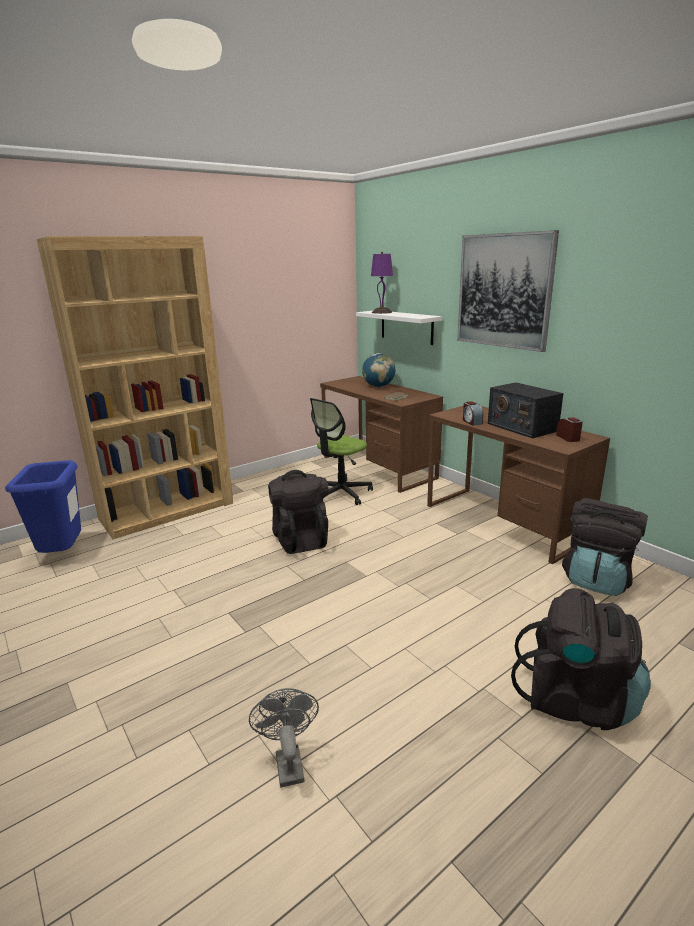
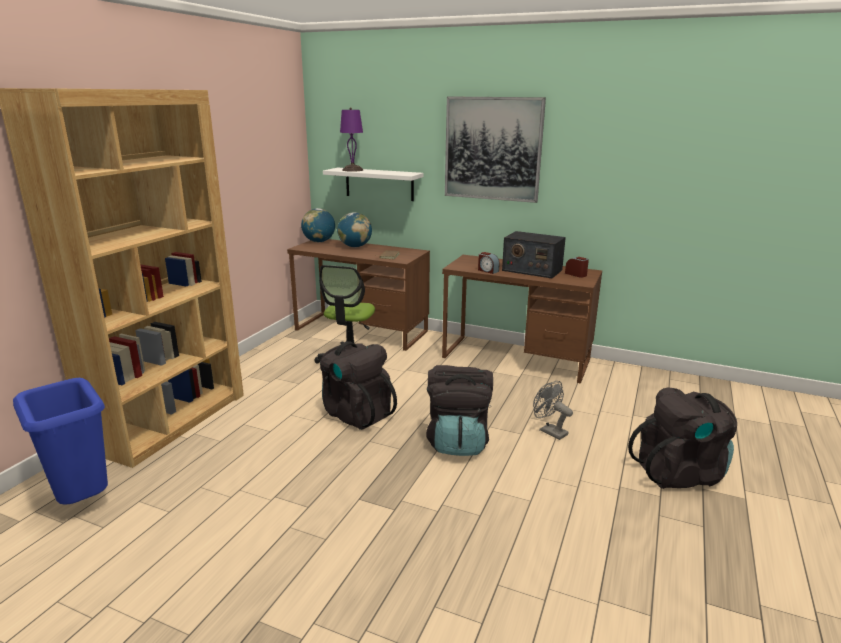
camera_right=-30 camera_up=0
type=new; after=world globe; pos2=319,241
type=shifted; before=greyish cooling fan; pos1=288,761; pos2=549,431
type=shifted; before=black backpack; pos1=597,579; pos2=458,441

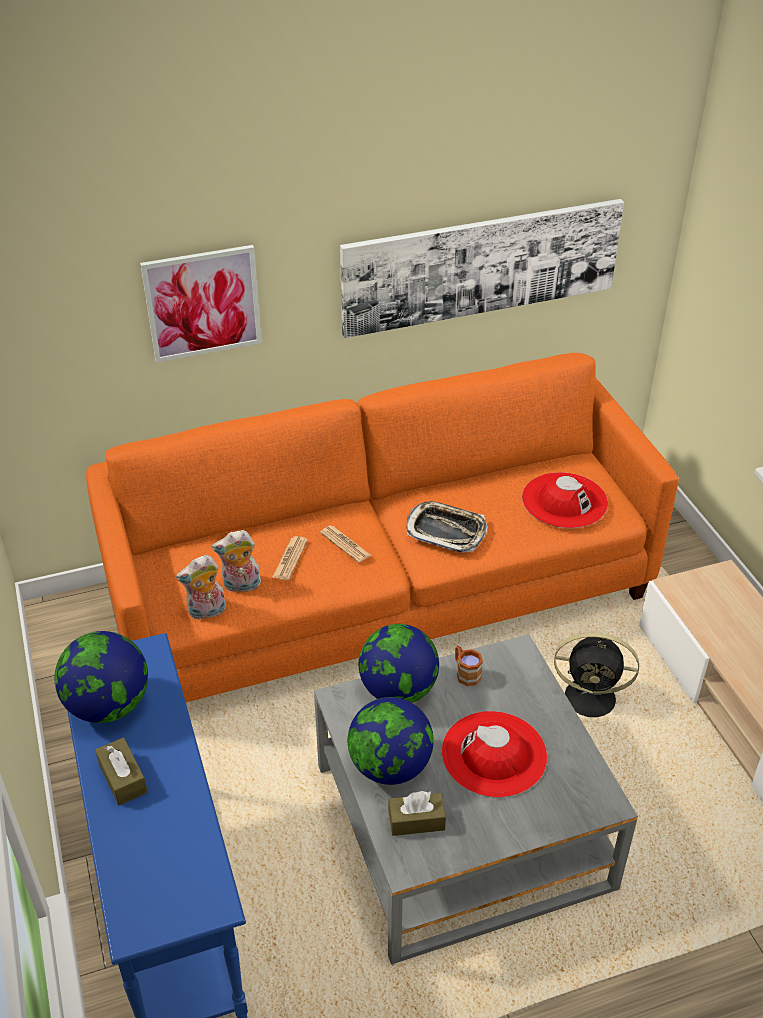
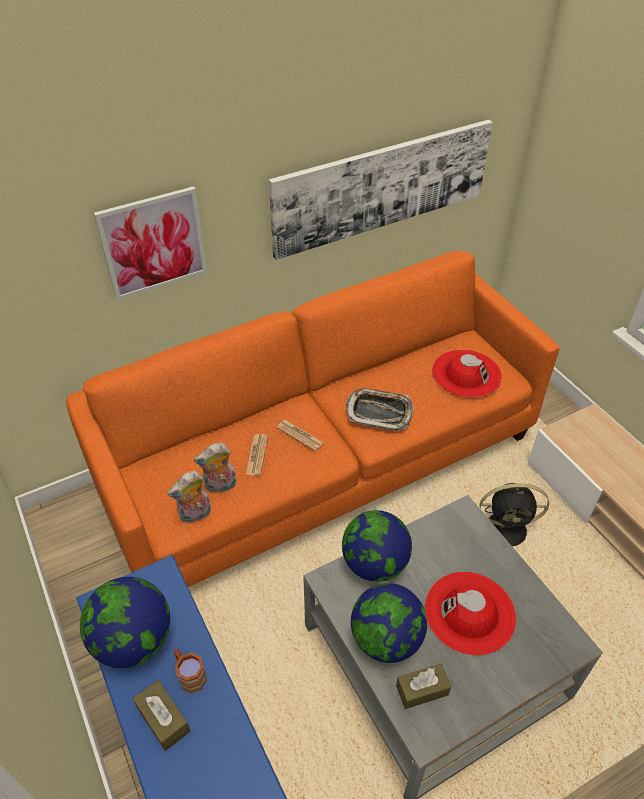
camera_right=-10 camera_up=5
type=shifted; before=brown-coloured mug; pos1=465,673; pos2=189,674

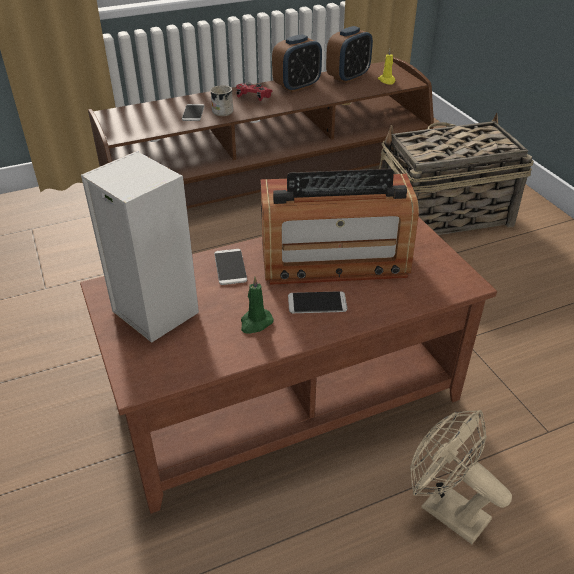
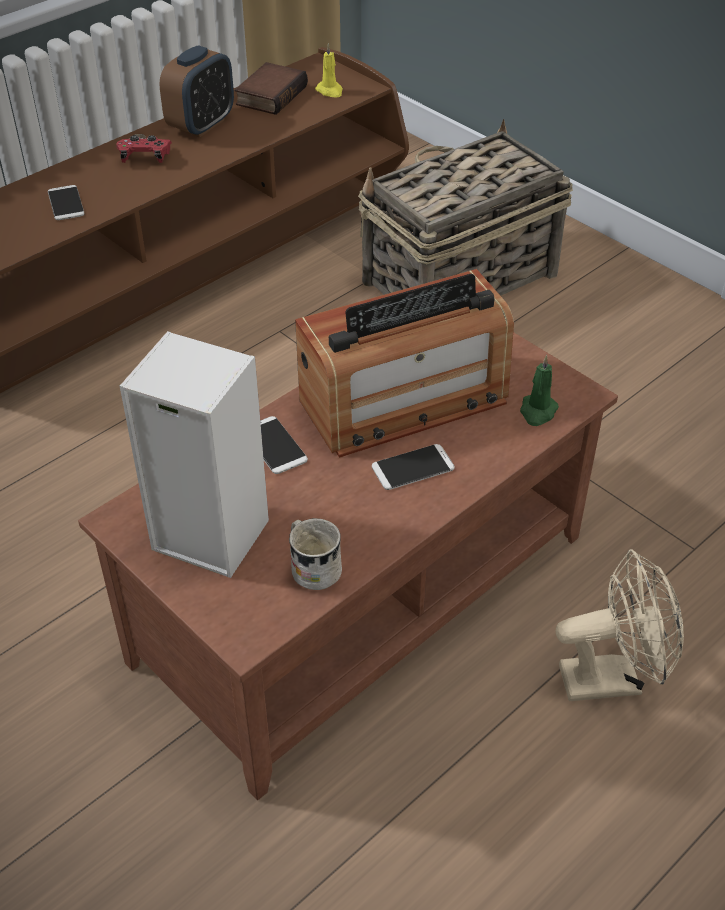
camera_right=-20 camera_up=5
type=shifted; before=white-coloured mug; pos1=222,110; pos2=312,567
type=shifted; before=greenish wax candle; pos1=255,323; pos2=538,411
type=swapped; before=table clock; after=book; pos1=348,77; pos2=270,94
type=rotated; before=sand-coloured cooling fan; pos1=445,509; pos2=612,678; turn=150

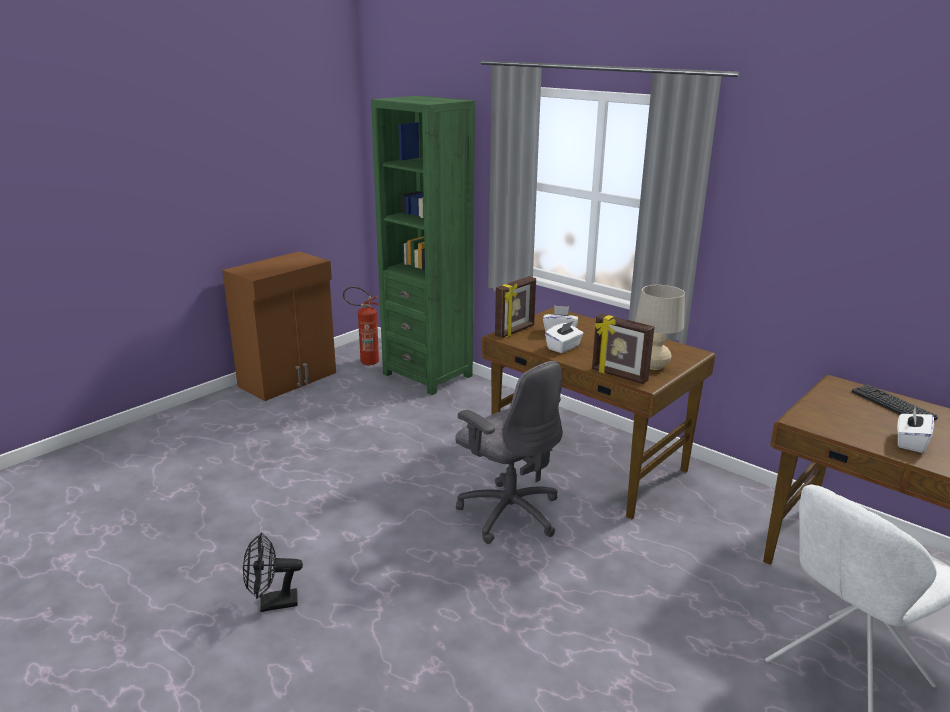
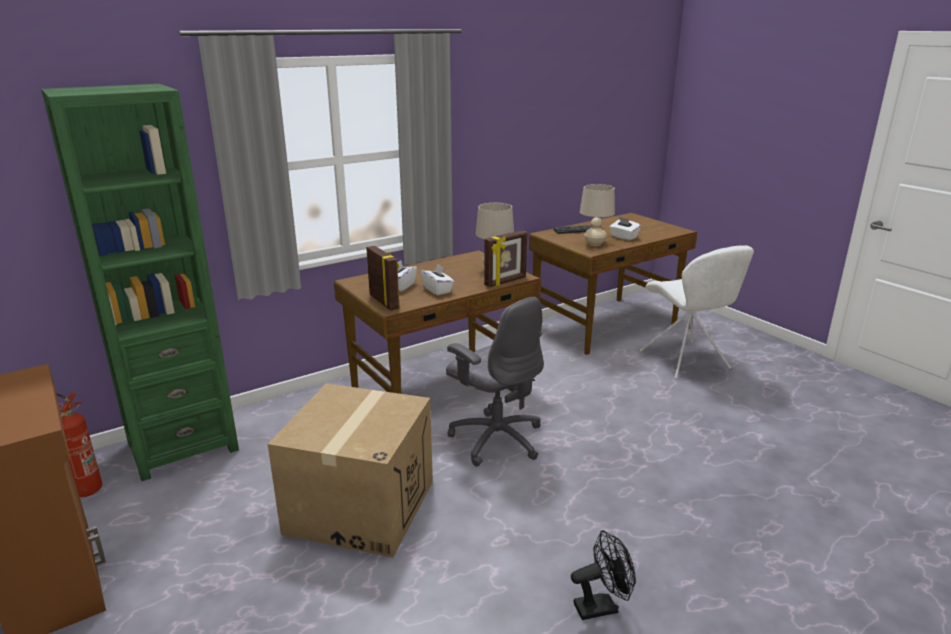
camera_right=-75 camera_up=0
type=new; after=cardboard box; pos2=360,506
type=new; after=sand-coloured tabletop lamp; pos2=594,244
type=rotated; before=black cooling fan; pos1=272,604; pos2=602,606; turn=-105
type=rotated; before=greyish desk chair; pos1=509,512; pos2=496,438; turn=75

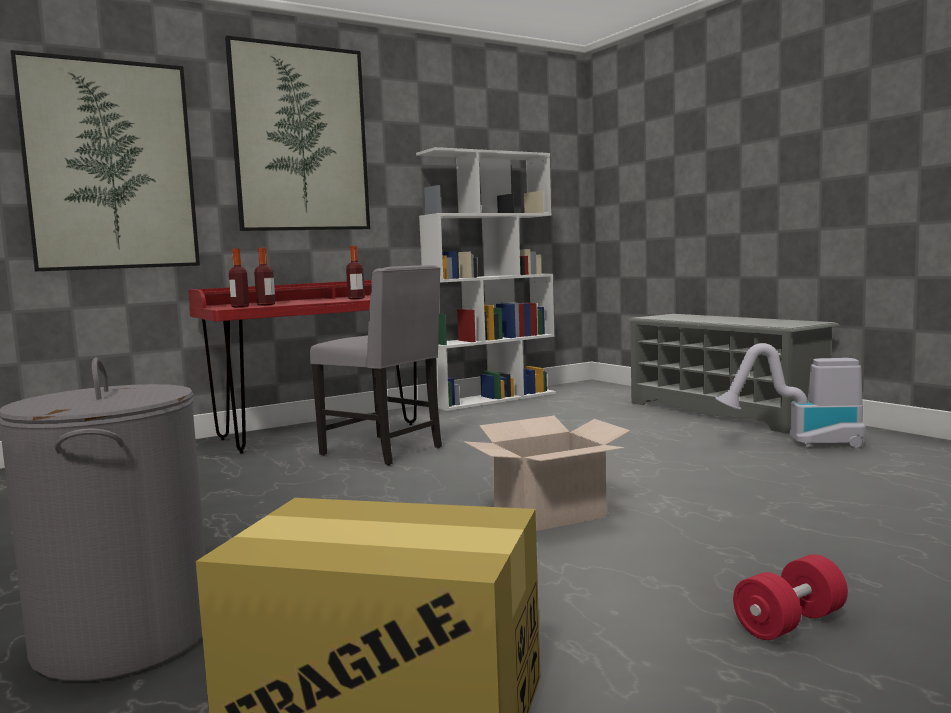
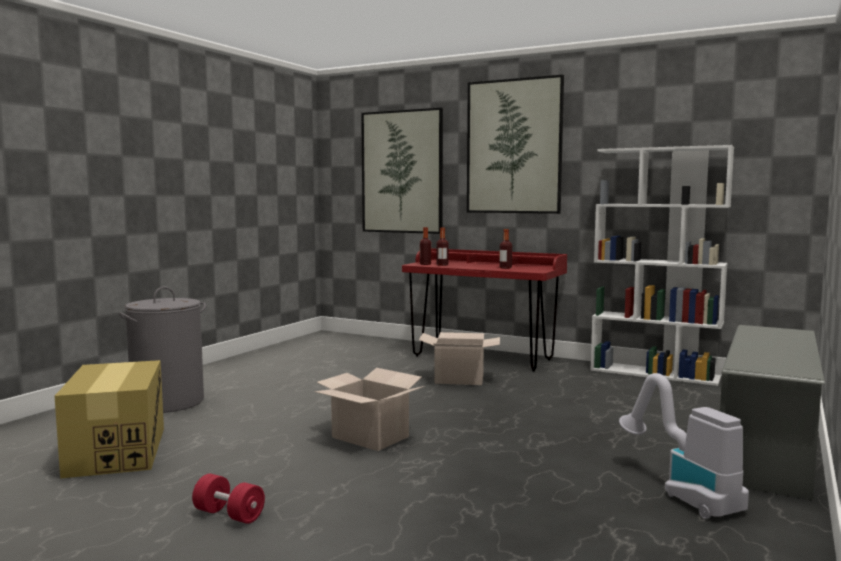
camera_right=60 camera_up=0
type=swapped; before=greyish chair; after=cardboard box; pos1=385,451; pos2=459,379

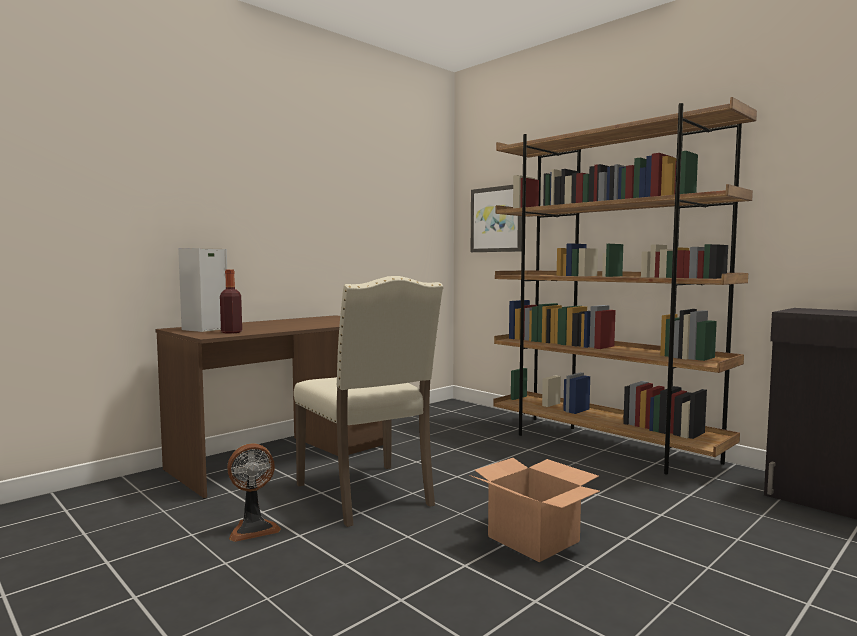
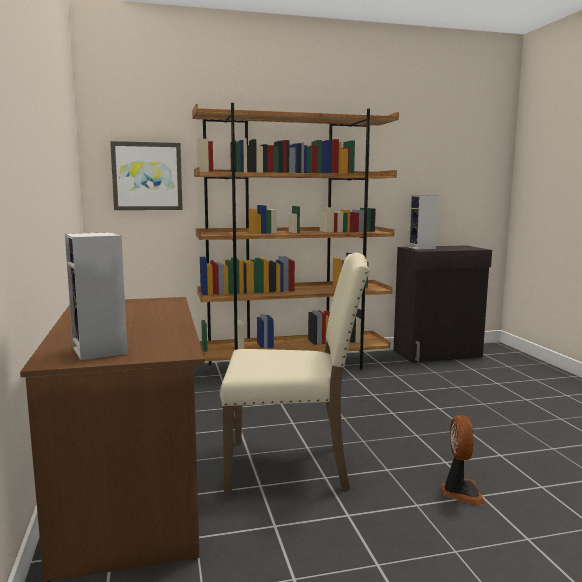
camera_right=-60 camera_up=5
type=gone; before=bottle; pos1=231,332
type=gone; before=cardboard box; pos1=532,539
type=new; after=speaker; pos2=422,248
type=shifted; before=cooling fan; pos1=253,529; pos2=460,492

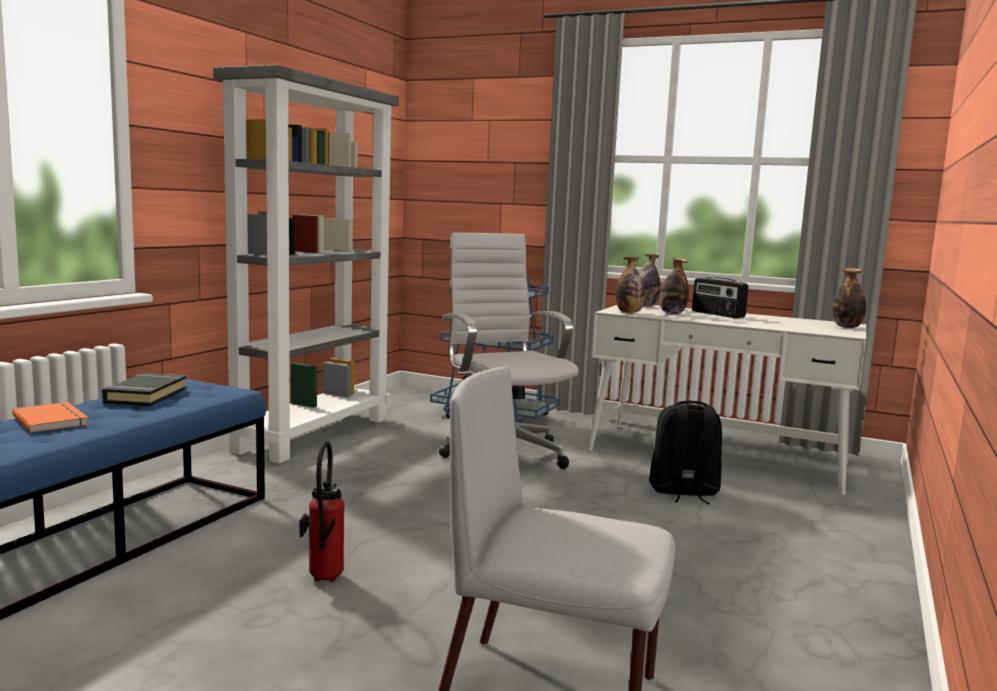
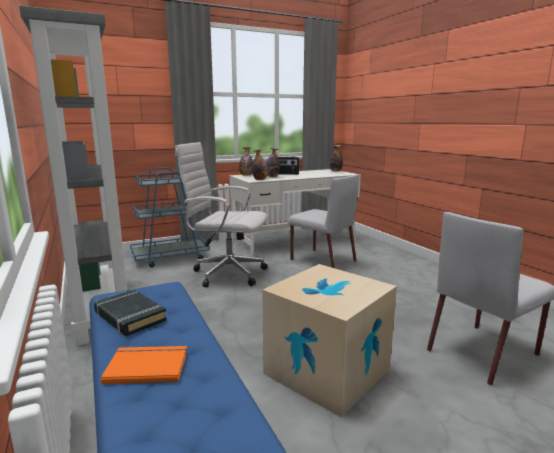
camera_right=-50 camera_up=5
type=swapped; before=extinguisher; after=cardboard box; pos1=322,580; pos2=327,371
type=swapped; before=black backpack; after=greyish chair; pos1=683,492; pos2=322,260

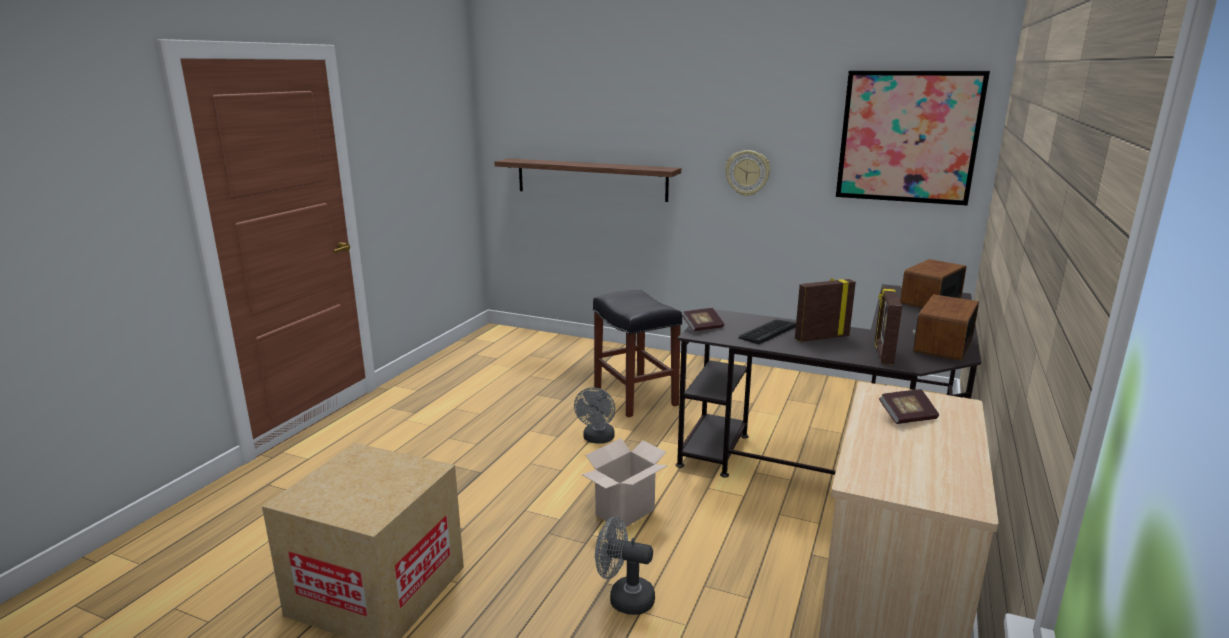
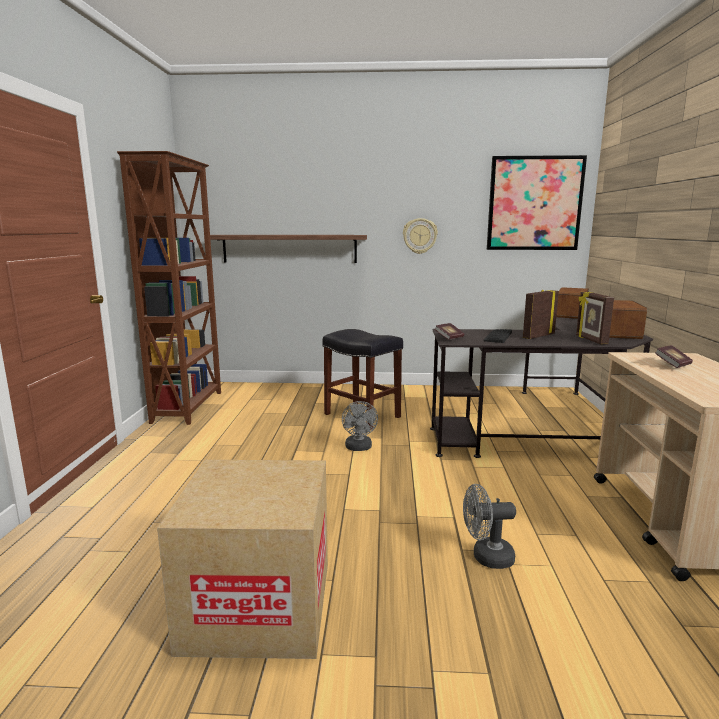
camera_right=-20 camera_up=-5
type=gone; before=cardboard box; pos1=625,514
type=new; after=brown-coloured bookshelf; pos2=189,407

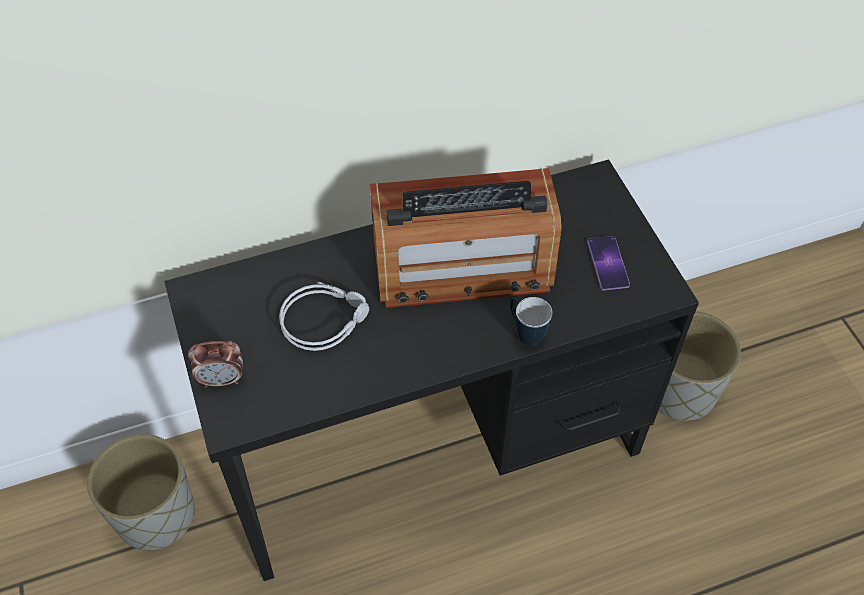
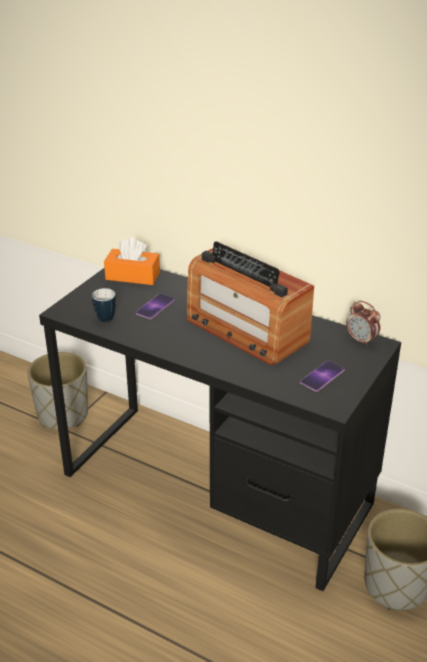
camera_right=50 camera_up=-20
type=new; after=orange-coloured box of tissues; pos2=132,276
type=shifted; before=table clock; pos1=222,379; pos2=361,340
type=shifted; before=mug; pos1=525,332; pos2=107,316
type=swapped; before=greyish headset; after=handset; pos1=324,319; pos2=155,306

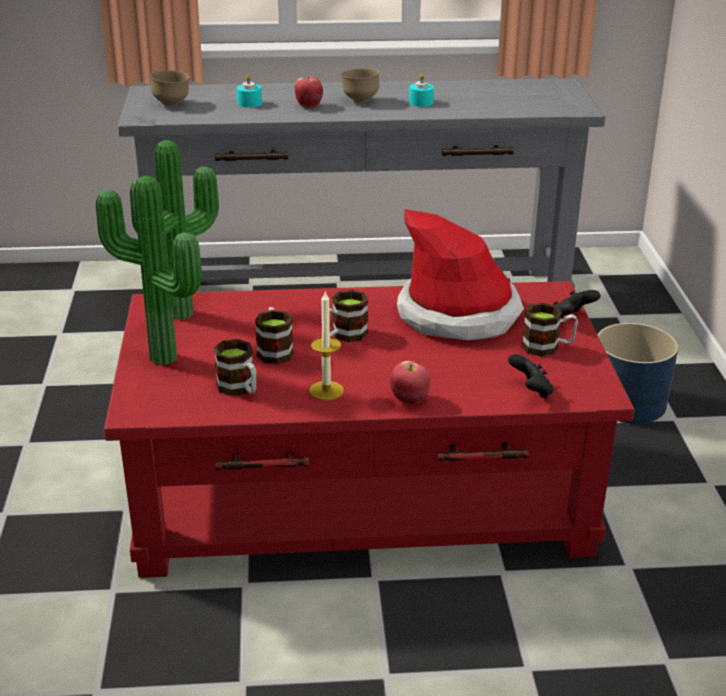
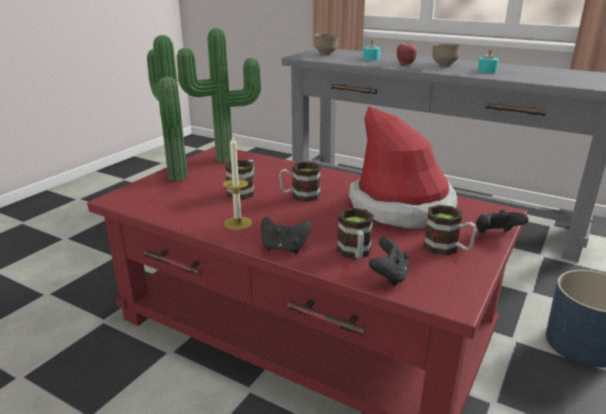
camera_right=35 camera_up=-5
type=shifted; before=mug; pos1=240,389; pos2=355,254
type=swapped; before=apple; after=black game controller; pos1=409,400; pos2=284,248

